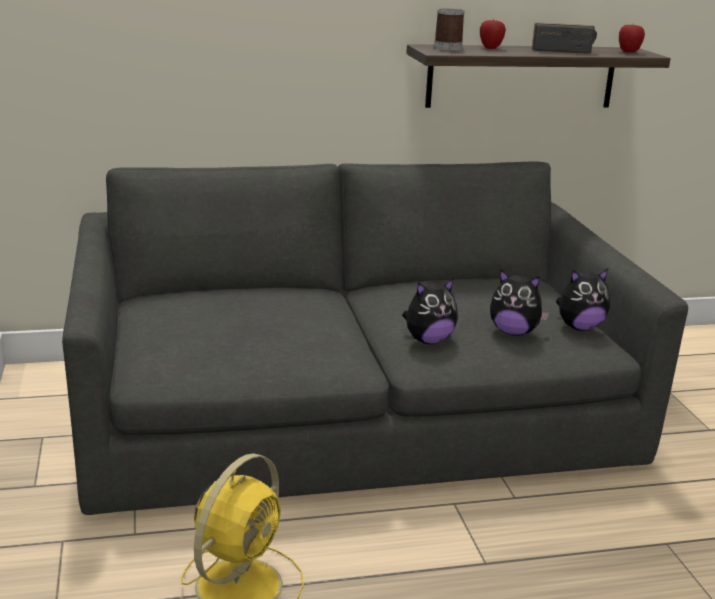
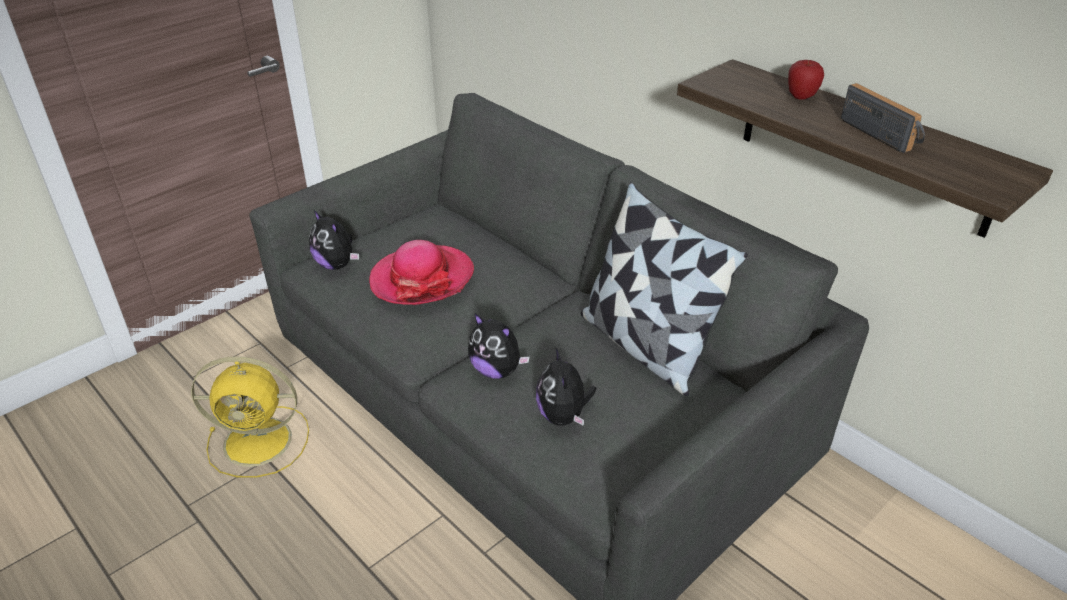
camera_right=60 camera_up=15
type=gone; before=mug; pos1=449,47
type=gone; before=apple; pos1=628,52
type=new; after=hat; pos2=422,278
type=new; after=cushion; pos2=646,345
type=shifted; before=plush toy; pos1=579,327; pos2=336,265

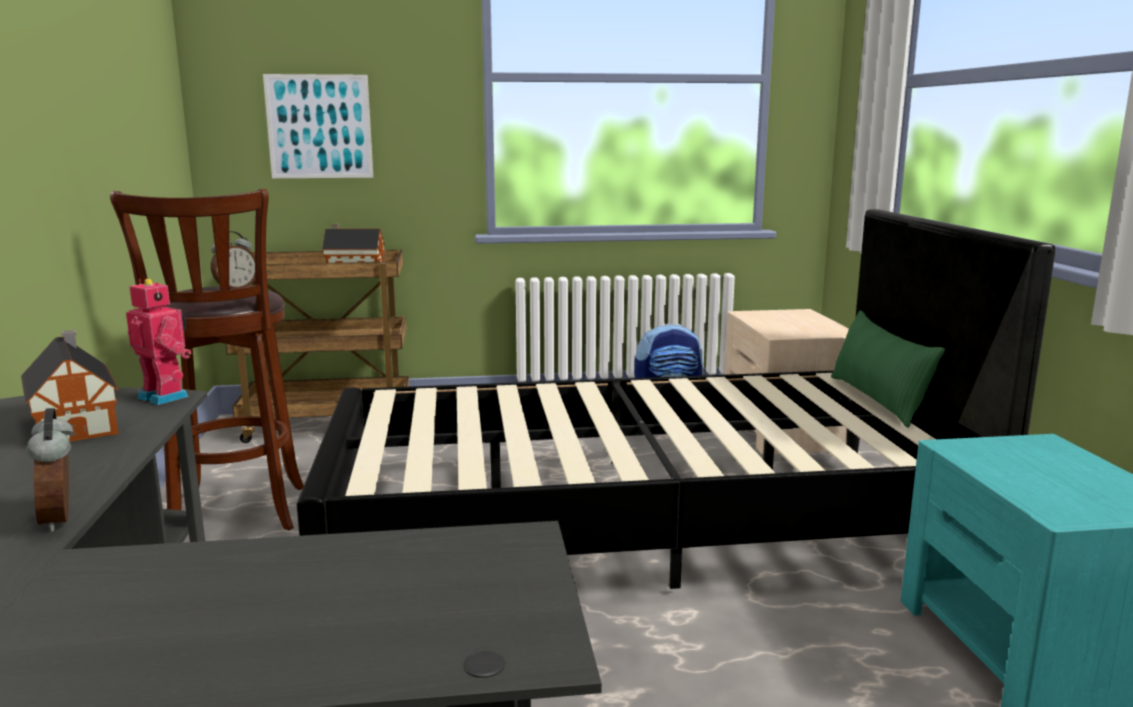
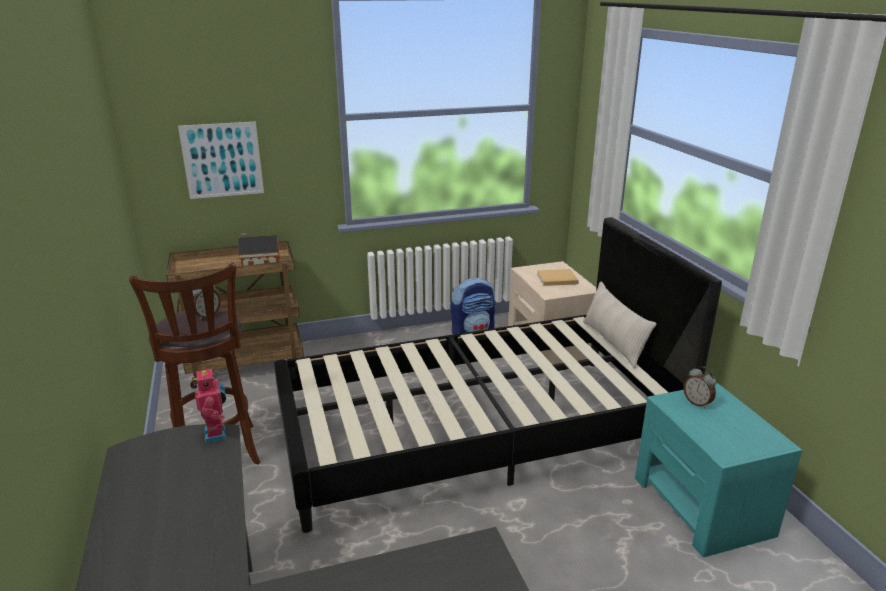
camera_right=-10 camera_up=10
type=gone; before=miniature house; pos1=76,424
type=new; after=sand-coloured book; pos2=555,279
type=shifted; before=table clock; pos1=62,519; pos2=697,403
type=repainted; before=greenish cushion; after=sand-coloured cushion; pos1=877,400; pos2=613,343
type=rotated; before=toy robot; pos1=166,396; pos2=217,434; turn=45

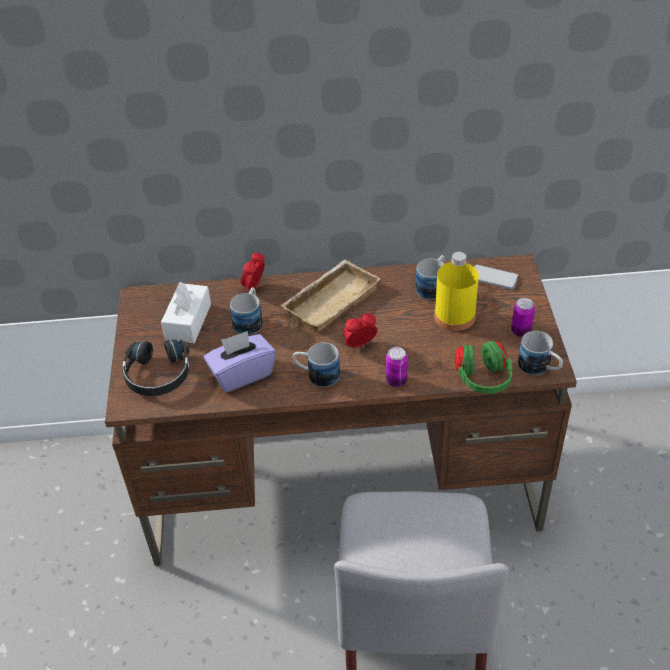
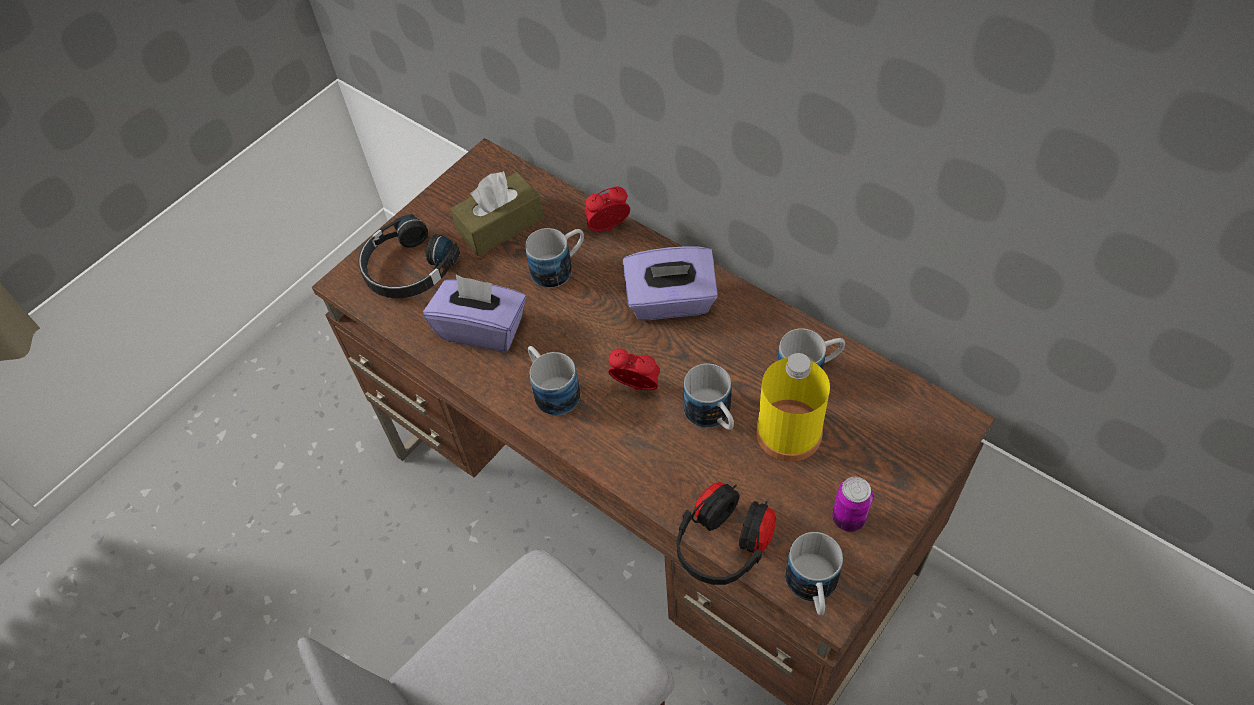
camera_right=45 camera_up=10
type=gone; before=metal can; pos1=396,381
type=gone; before=handset; pos1=493,278
type=new; after=mug; pos2=713,417
type=swapped; before=sand-coloured carrying tray; after=purplish box of tissues; pos1=330,299; pos2=671,302
type=repainted; before=white-coloured box of tissues; after=brown-coloured box of tissues; pos1=188,321; pos2=500,225
type=repainted; before=greenish headset; after=black headset; pos1=482,380; pos2=723,546

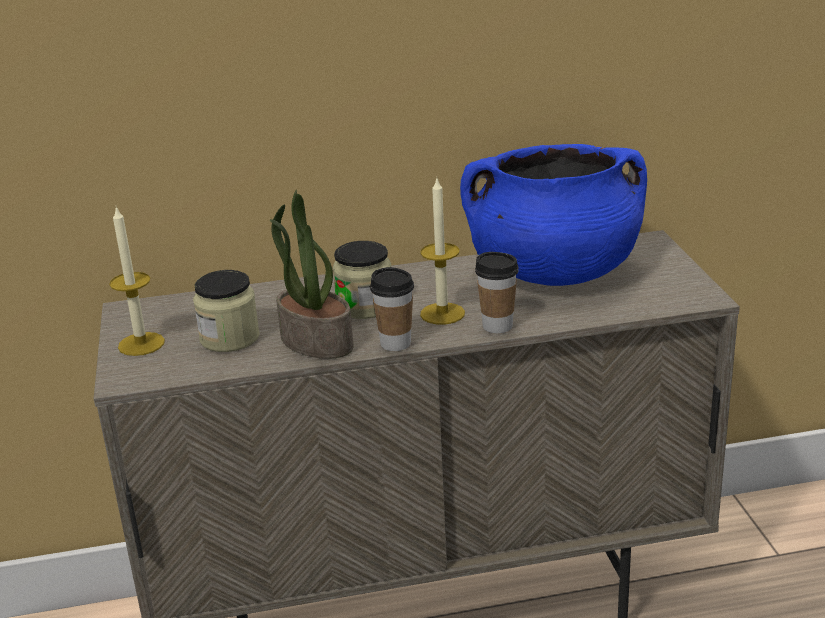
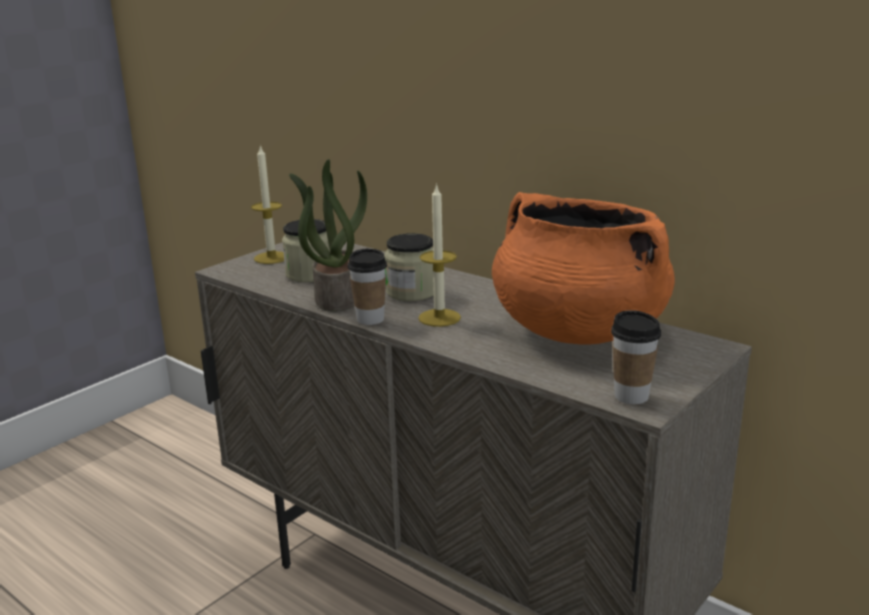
camera_right=50 camera_up=-5
type=shifted; before=drinking cup; pos1=497,326; pos2=631,396
type=repainted; before=blue saucepot; after=orange-coloured saucepot; pos1=554,272; pos2=577,331

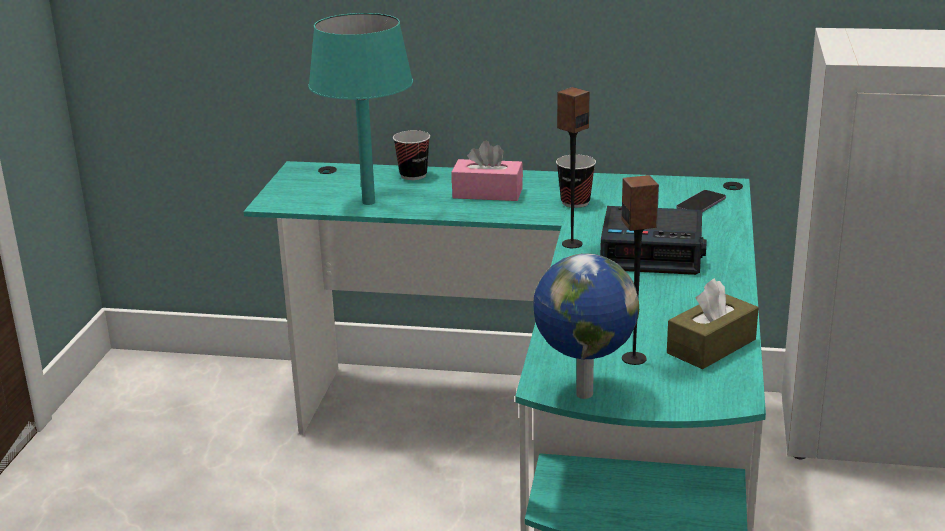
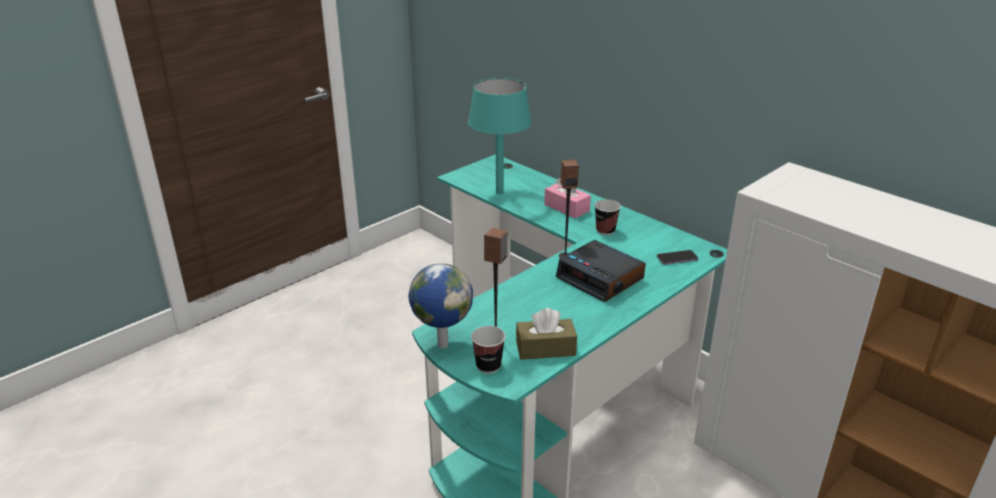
camera_right=35 camera_up=5
type=shifted; before=drinking cup; pos1=413,175; pos2=488,366

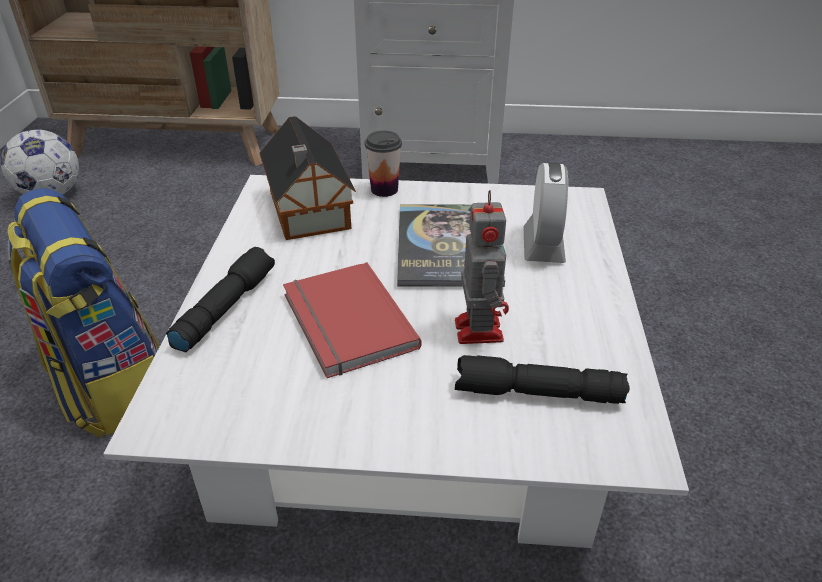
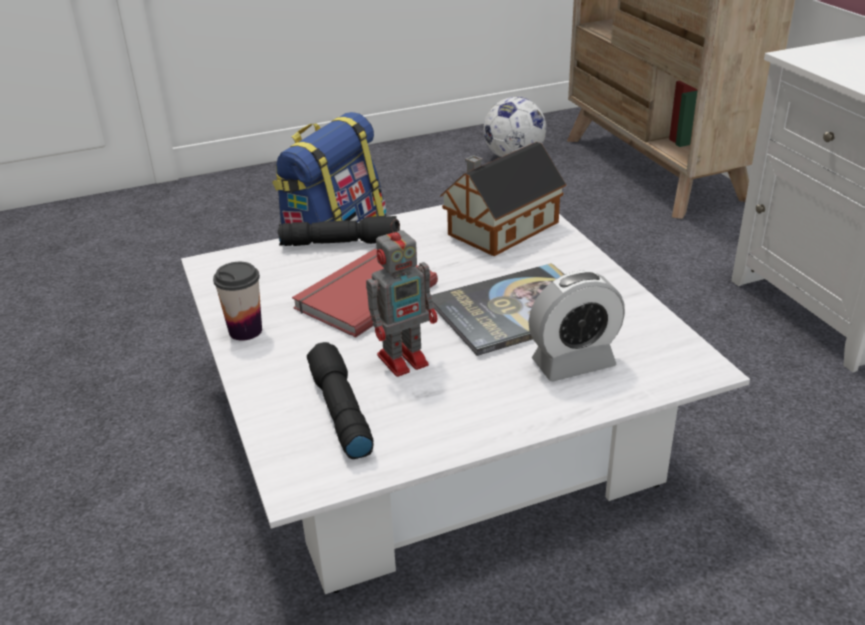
camera_right=65 camera_up=-5
type=shifted; before=drinking cup; pos1=384,189; pos2=245,331

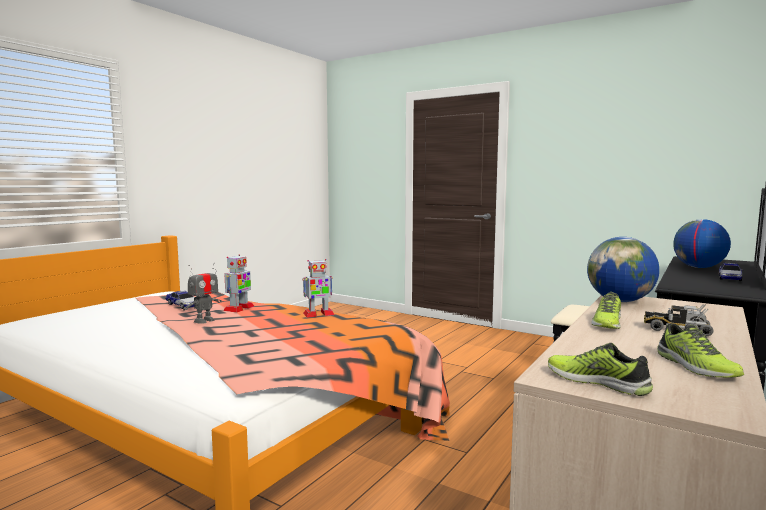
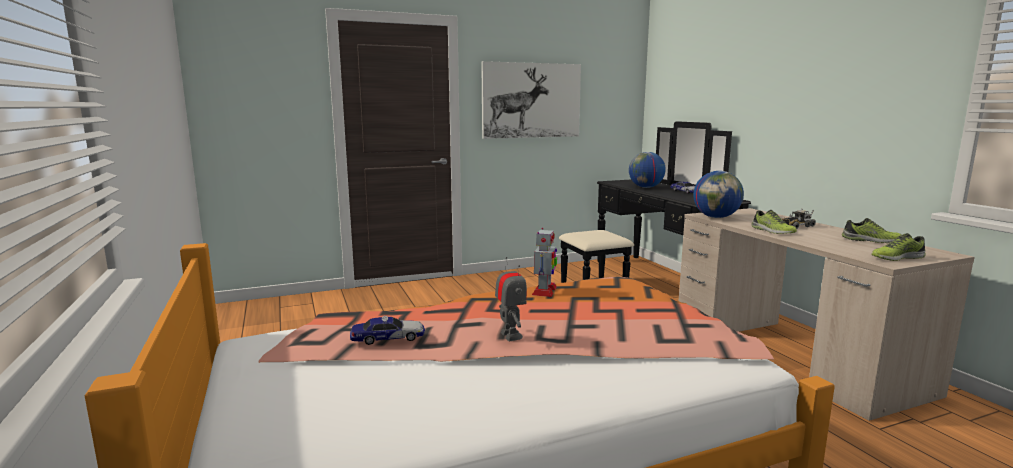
camera_right=-55 camera_up=5
type=gone; before=toy robot; pos1=239,308
type=new; after=picture; pos2=531,100

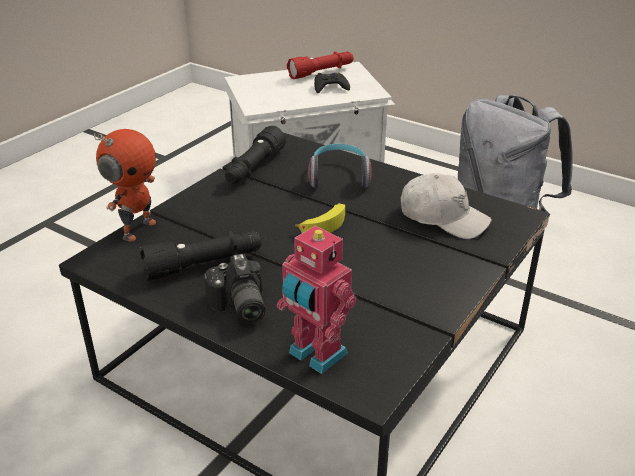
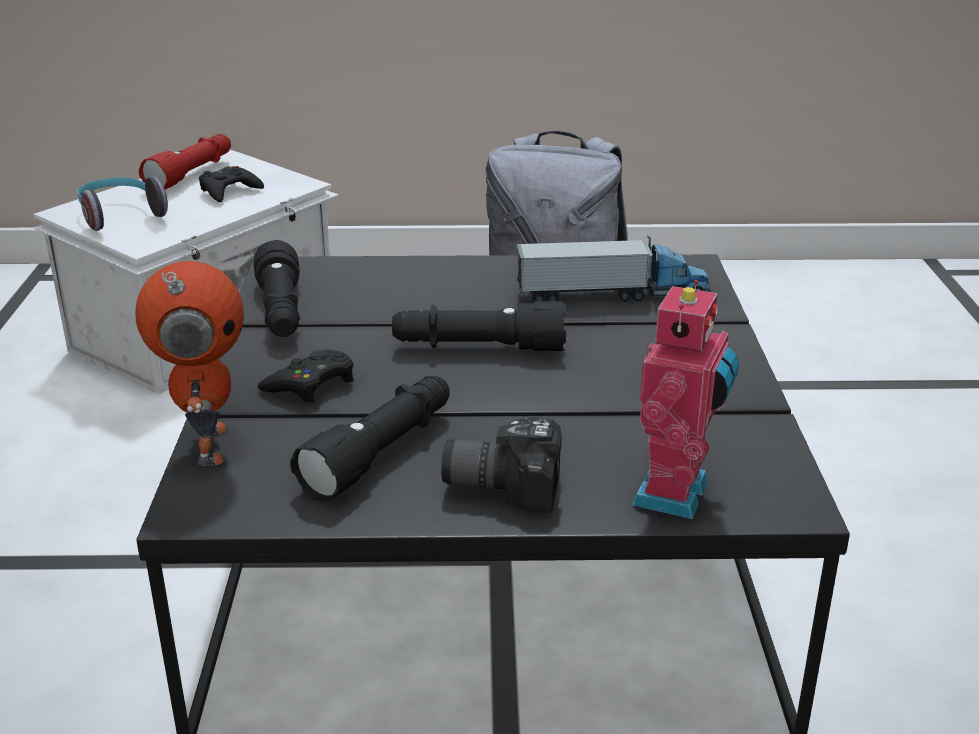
camera_right=-35 camera_up=-5
type=new; after=black game controller; pos2=311,384
type=shifted; before=headset; pos1=339,176; pos2=119,215
type=swapped; before=banana; after=black flashlight; pos1=324,224; pos2=478,348
type=swapped; before=white-coloured peaked cap; after=model truck; pos1=443,218; pos2=612,294
type=rotated; before=photo camera; pos1=238,307; pos2=503,483; turn=150
type=rotated; before=toy robot; pos1=315,355; pos2=677,495; turn=-75

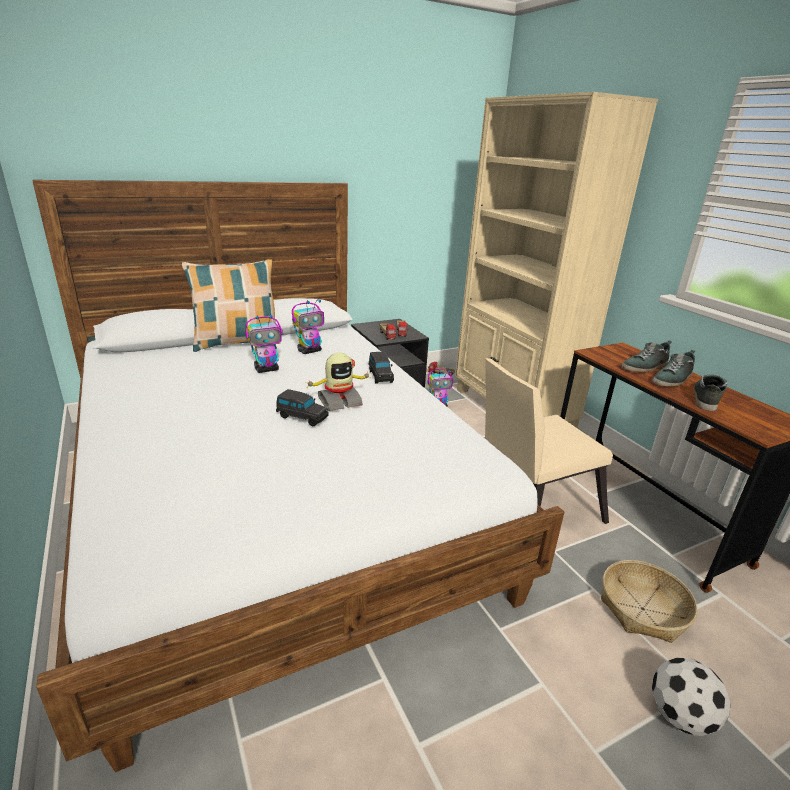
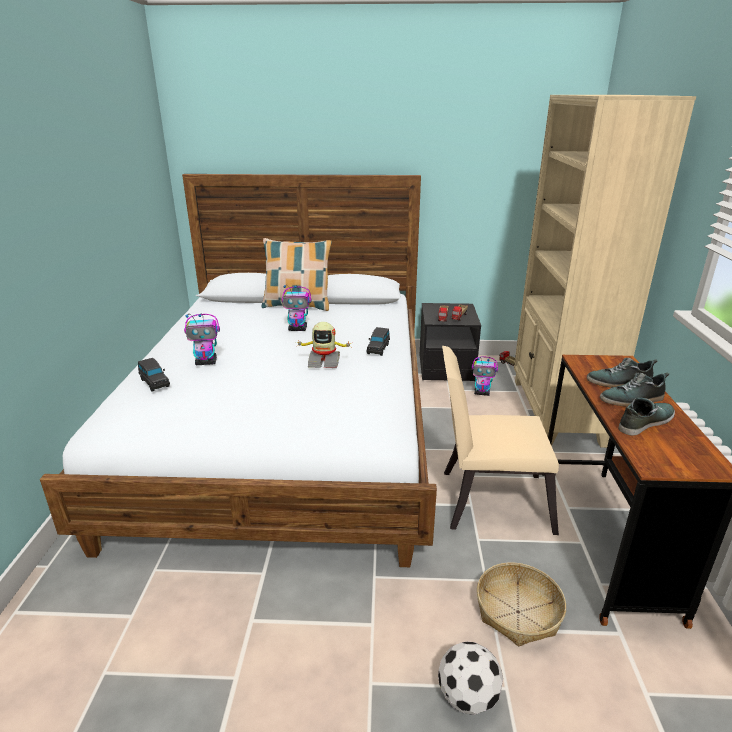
camera_right=30 camera_up=0
type=shifted; before=black miniature car; pos1=301,417; pos2=154,382
type=shifted; before=toy robot; pos1=310,351; pos2=206,362

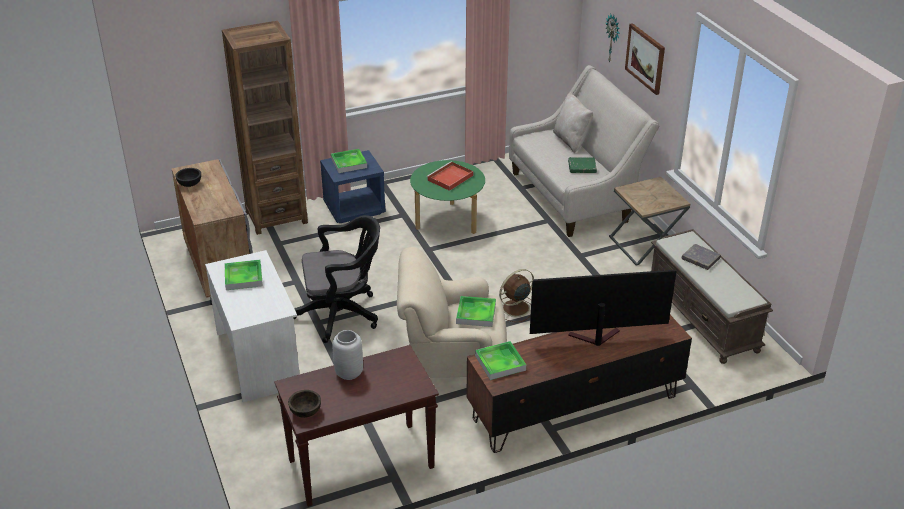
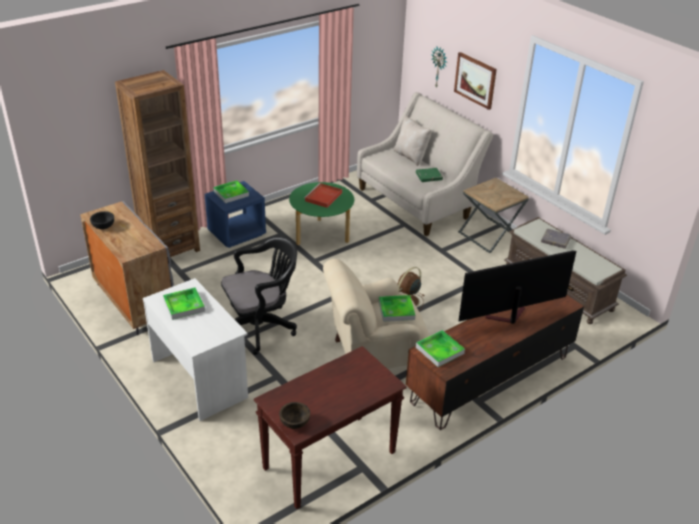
camera_right=-15 camera_up=0
type=gone; before=greyish vase; pos1=348,373

